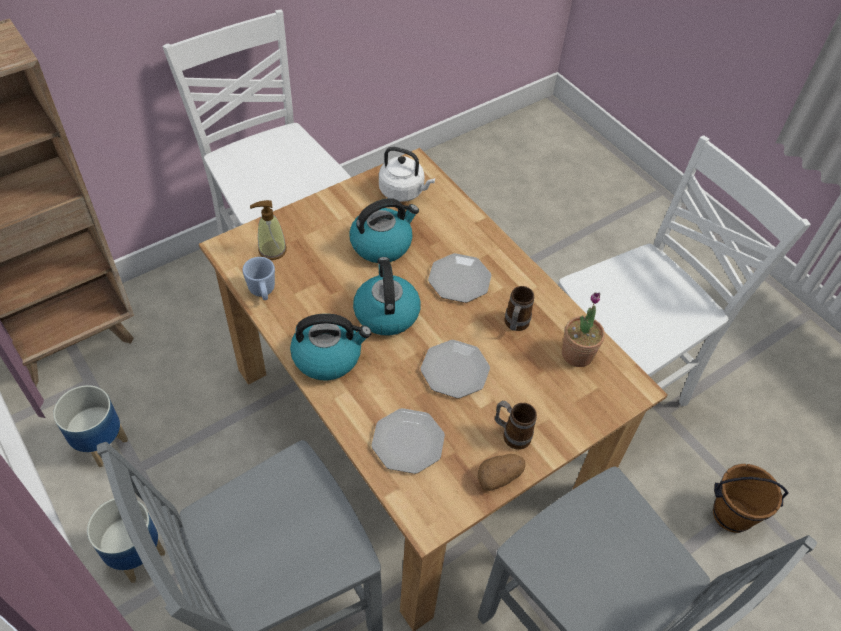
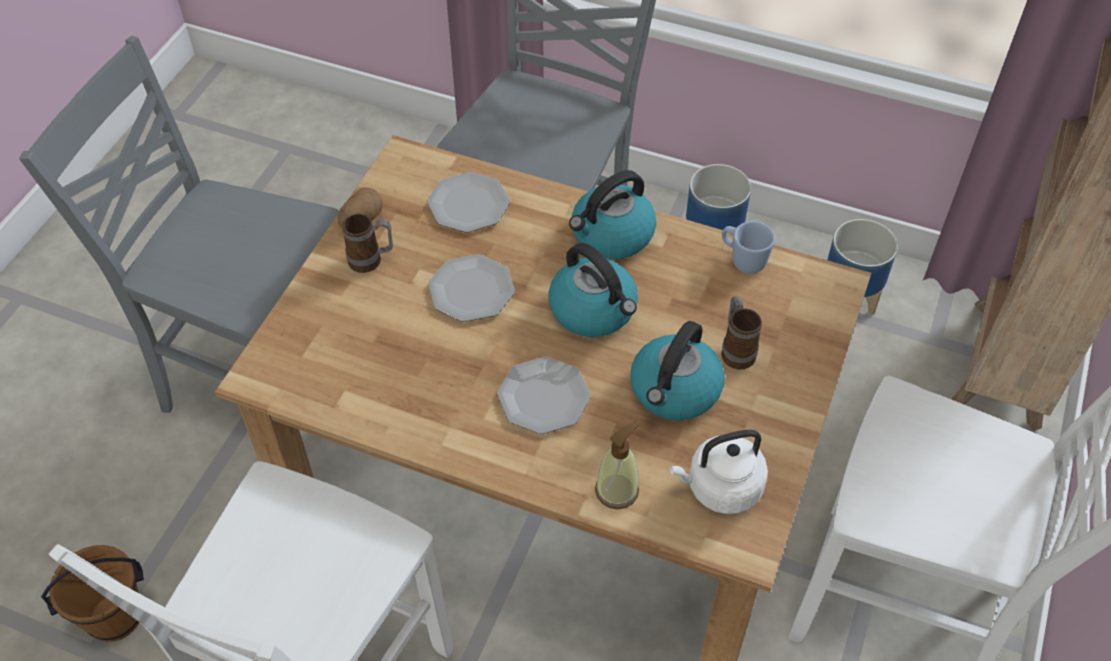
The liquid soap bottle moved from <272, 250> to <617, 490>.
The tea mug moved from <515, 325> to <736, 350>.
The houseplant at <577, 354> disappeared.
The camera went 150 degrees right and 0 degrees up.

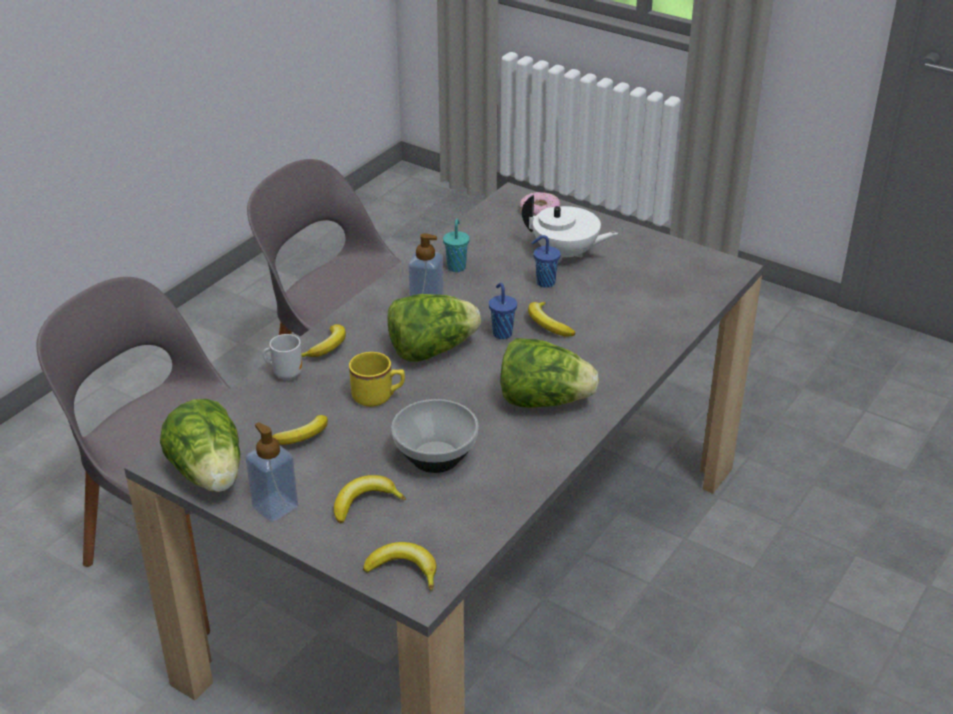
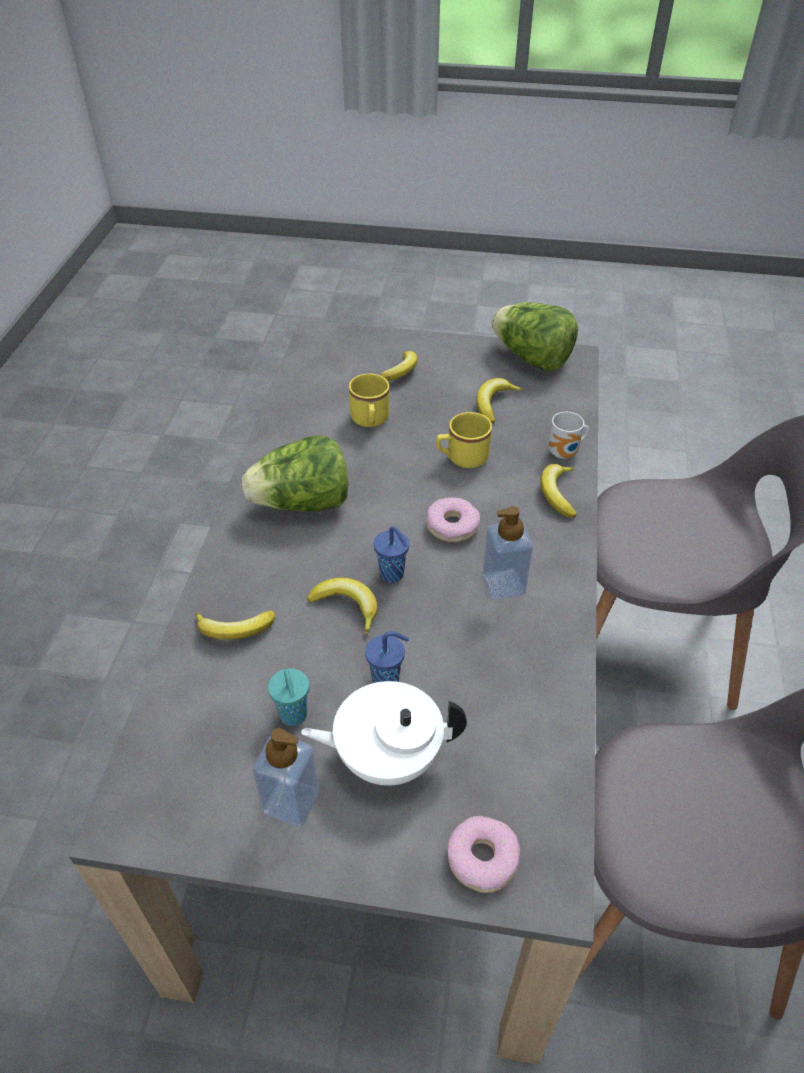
The banana fruit moved from <404, 570> to <235, 630>.
The liquid soap bottle moved from <275, 507> to <291, 802>.
The small cup/turquoise moved from <456, 267> to <293, 716>.
The bowl at <435, 457> was replaced by the tea mug/yellow-coloured at <370, 421>.
The lettuce head at <431, 350> was replaced by the ring doughnut at <452, 526>.
The camera went 155 degrees right and 10 degrees up.

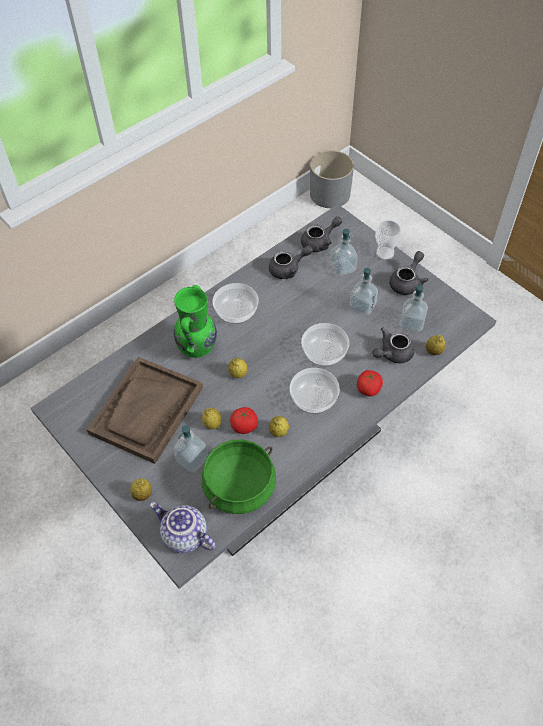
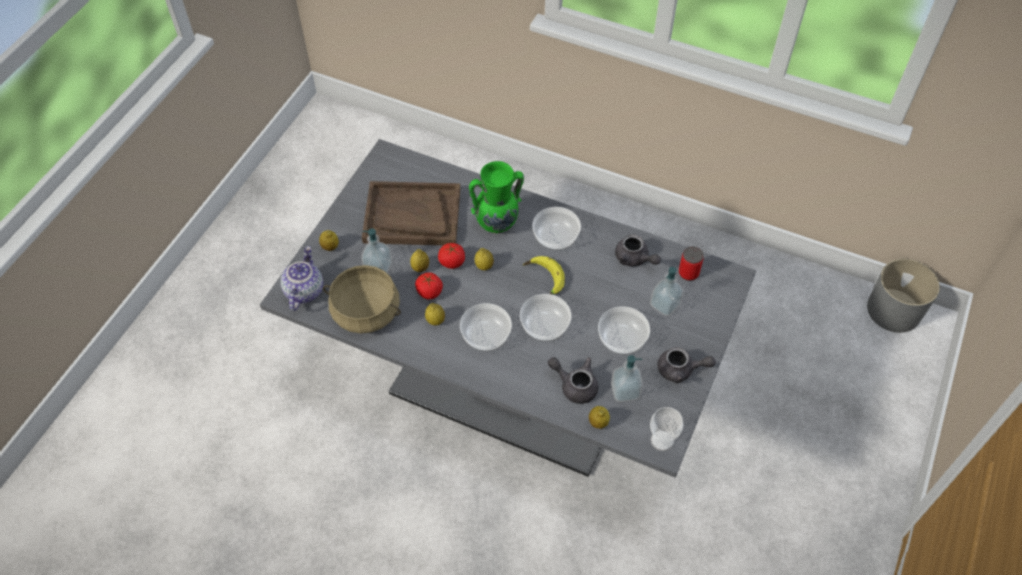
The stockpot/greenish at <240, 487> became the stockpot/beige at <365, 312>.
The fresh tomato moved from <368, 389> to <452, 262>.
The banana fruit at <543, 278> appeared.
The liquid soap bottle at <362, 306> was replaced by the bowl at <622, 339>.
The small cup moved from <385, 253> to <662, 440>.
The tea pot/gray at <320, 242> was replaced by the can at <688, 273>.
The camera went 65 degrees right and 0 degrees up.

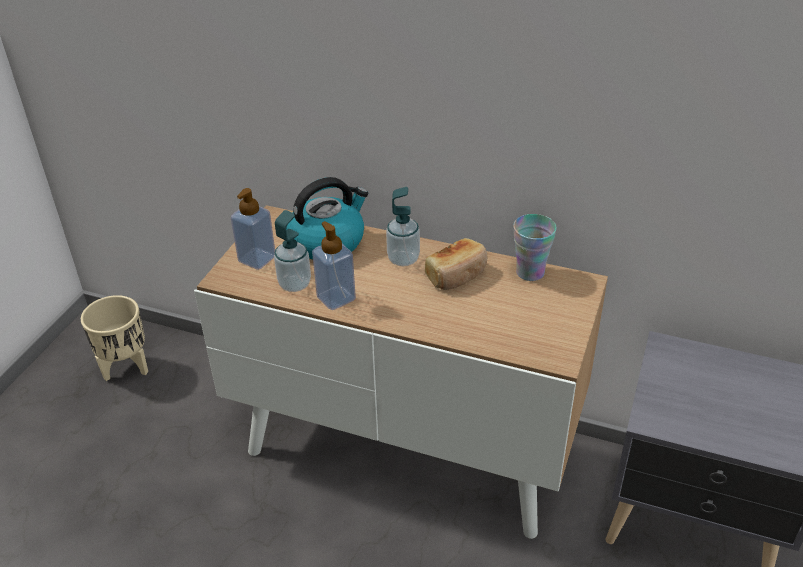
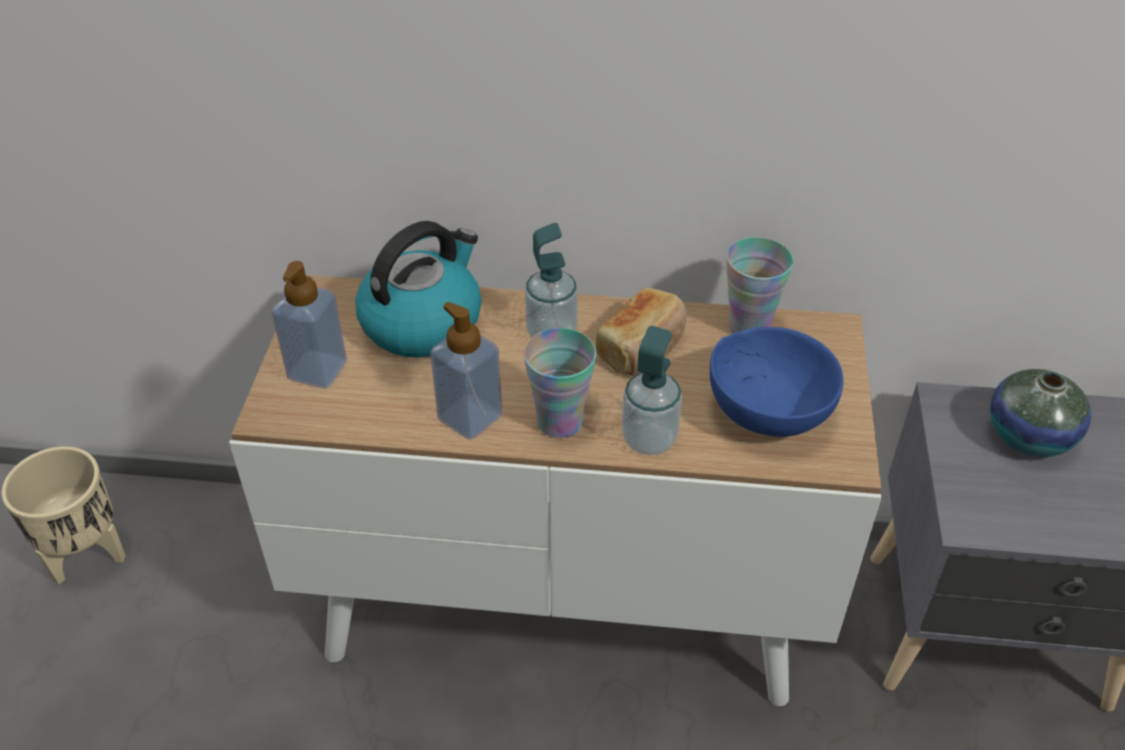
The small cup at <560, 421> appeared.
The liquid soap bottle moved from <294, 284> to <649, 439>.
The bowl/bluish at <766, 409> appeared.
The vase at <1029, 436> appeared.
The camera went 15 degrees left and 5 degrees up.

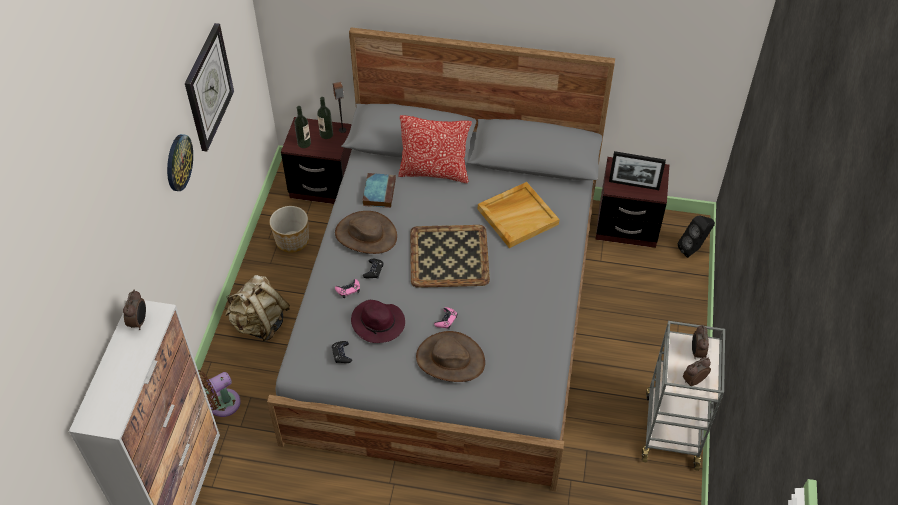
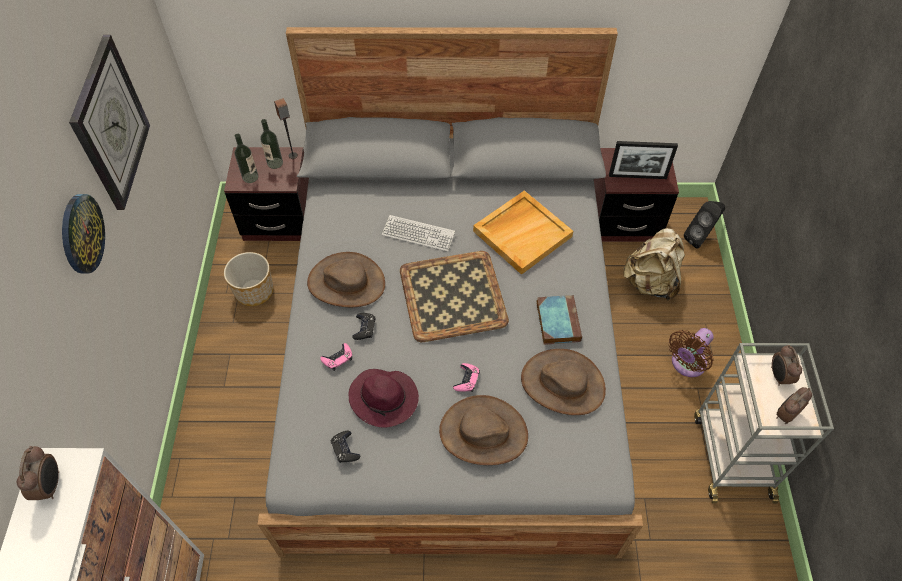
The PC keyboard at <418, 234> appeared.
The wearable hat/brown-coloured at <563, 384> appeared.
The volume moved from <379, 192> to <557, 321>.
The knapsack/beige moved from <260, 324> to <650, 282>.
The electric fan/brown-coloured moved from <220, 405> to <686, 364>.
The cushion at <434, 172> disappeared.
The camera went 10 degrees left and 5 degrees up.

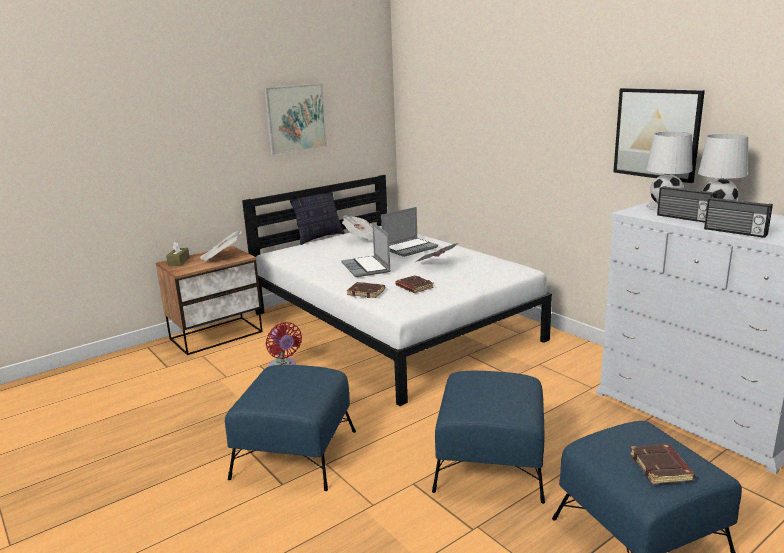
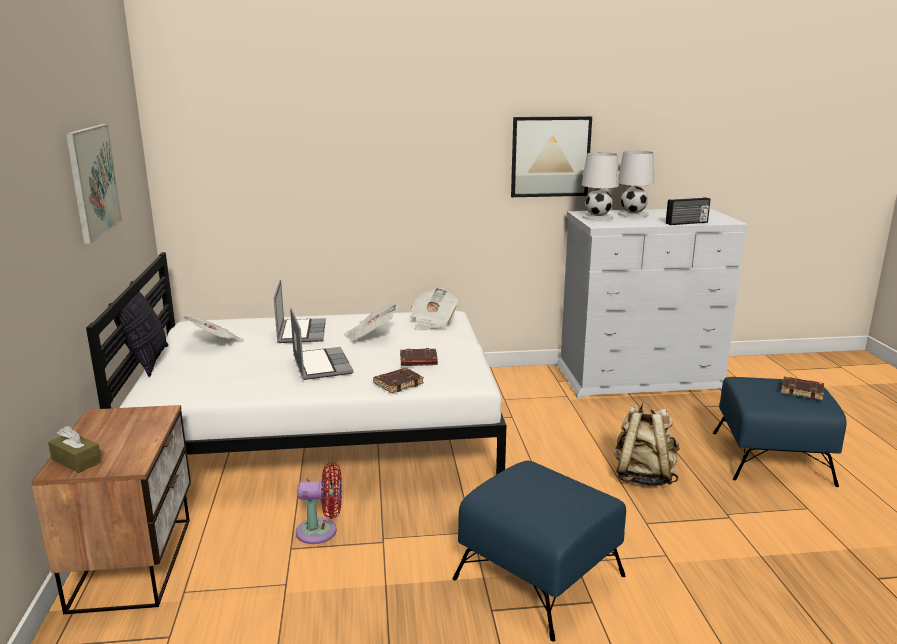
The portable computer at <366, 268> turned 120 degrees counterclockwise.
The daily paper moved from <221, 257> to <433, 323>.
The footrest/bluish at <491, 463> was replaced by the knapsack/beige at <643, 476>.
The radio set at <683, 218> disappeared.
The camera went 60 degrees left and 0 degrees up.

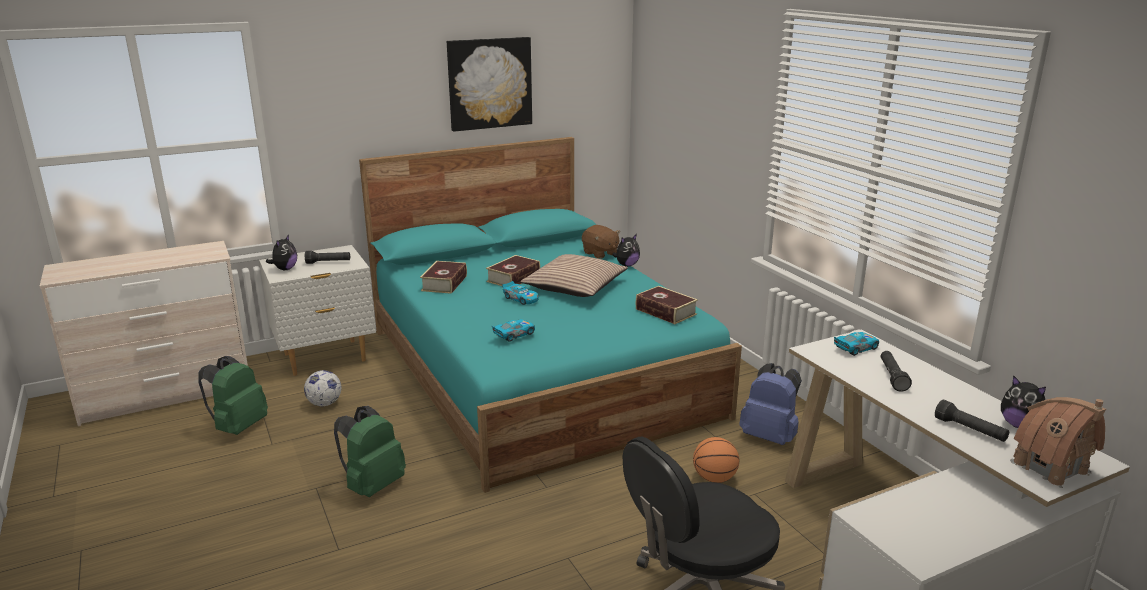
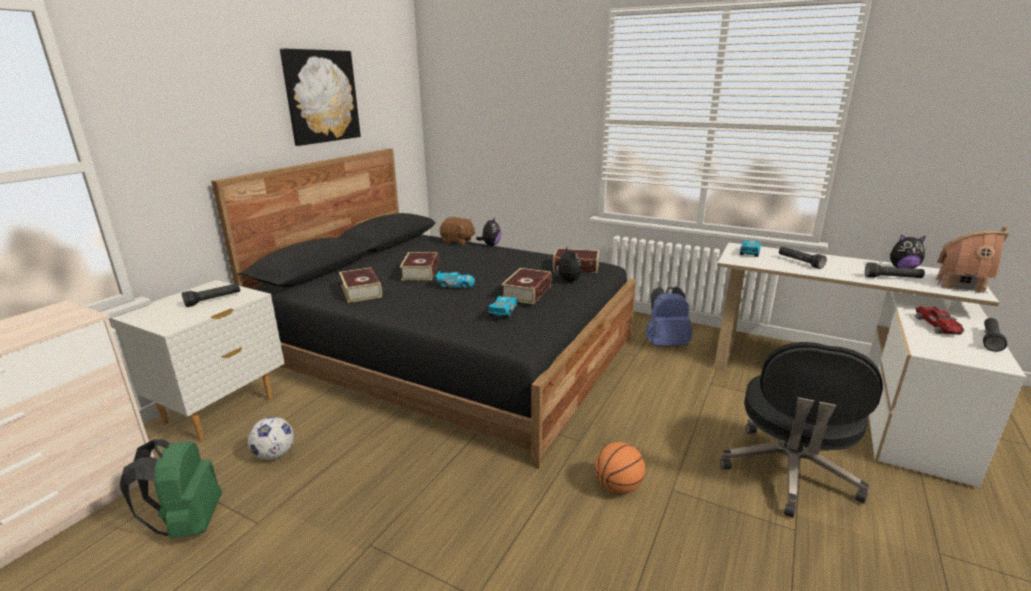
The bedroom bed/turquoise at <538, 371> became the bedroom bed/blackish at <450, 353>.
The volume at <527, 292> appeared.
The cuddly toy moved from <285, 269> to <567, 281>.
The basketball ball moved from <714, 478> to <618, 487>.
The toy car at <937, 326> appeared.
The torch/blackish at <990, 340> appeared.
The knapsack/greenish at <372, 485> disappeared.
The cushion at <574, 286> disappeared.
The camera went 35 degrees left and 0 degrees up.

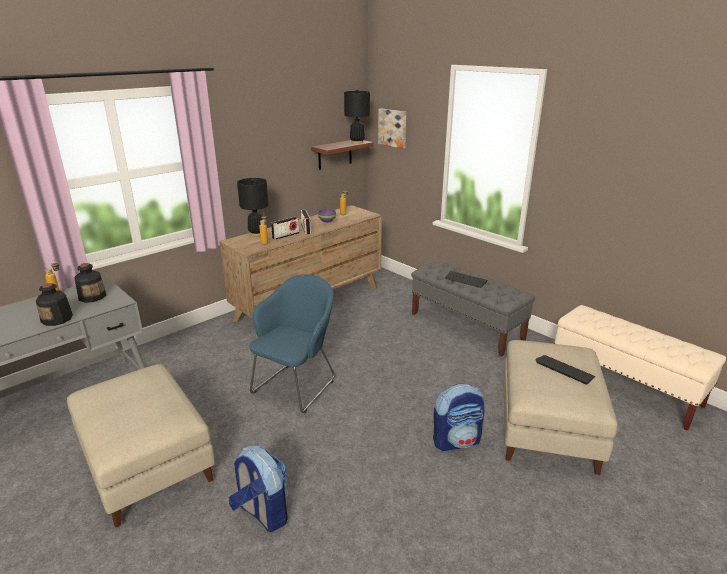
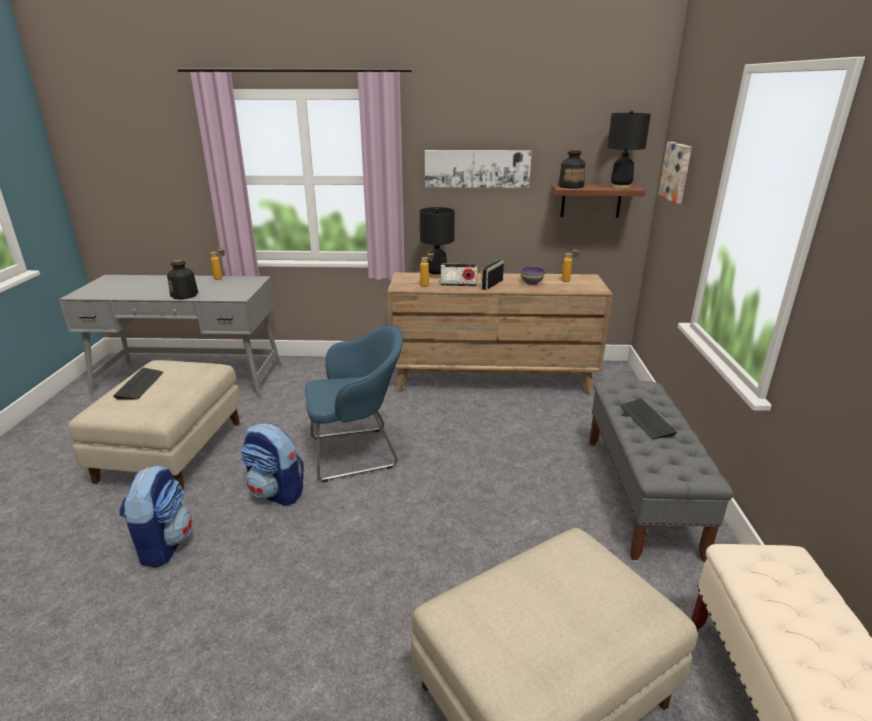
The PC keyboard moved from <564, 369> to <140, 385>.
The knapsack moved from <456, 441> to <277, 492>.
The picture at <477, 168> appeared.
The bottle moved from <92, 297> to <571, 186>.
The camera went 45 degrees right and 0 degrees up.

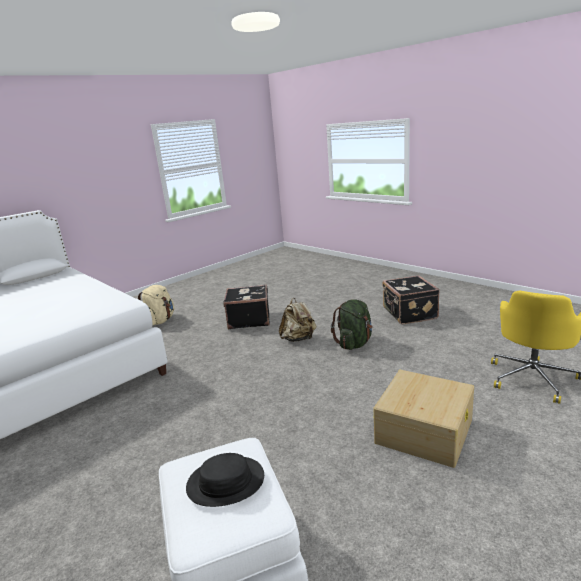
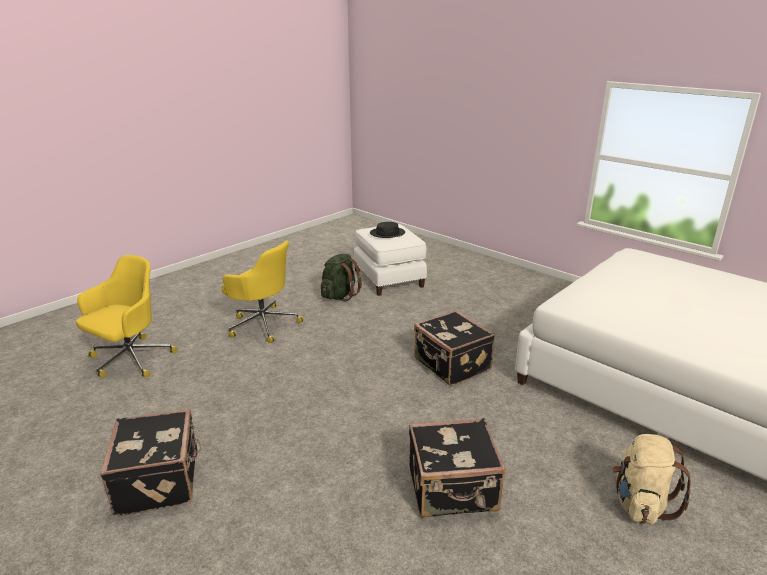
The storage box/beige at <424, 430> was replaced by the computer chair/yellow-coloured at <263, 324>.
The knapsack/greenish moved from <354, 343> to <339, 295>.
The travel case/blackish at <451, 365> appeared.
The knapsack/beige at <298, 339> disappeared.
The camera went 175 degrees right and 5 degrees up.

